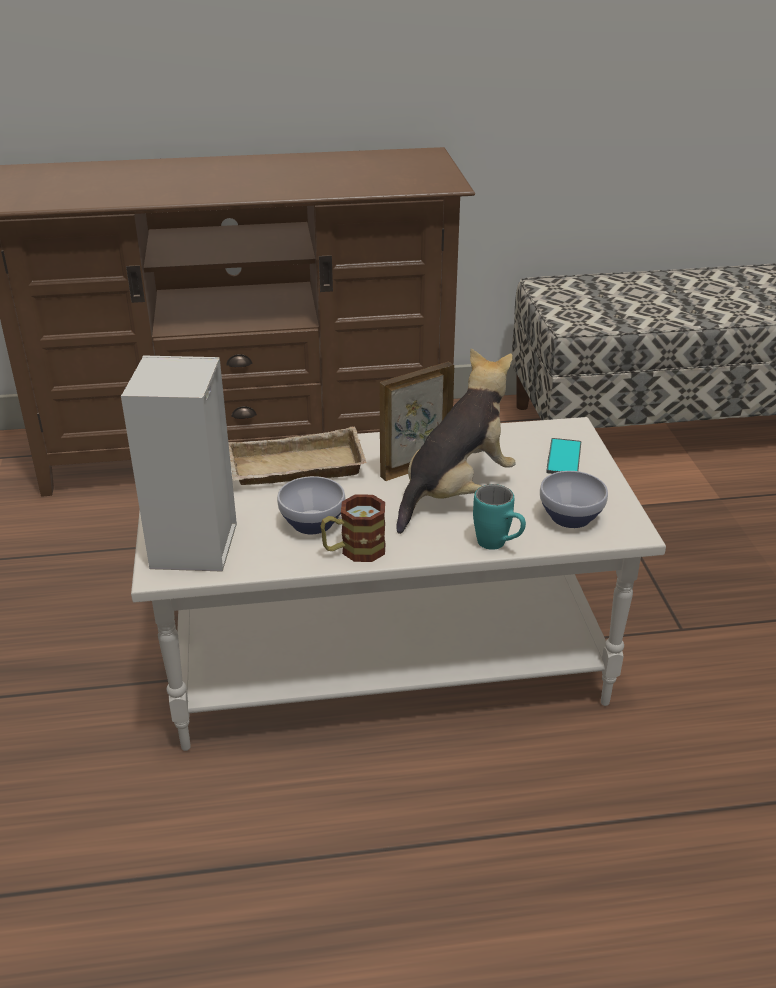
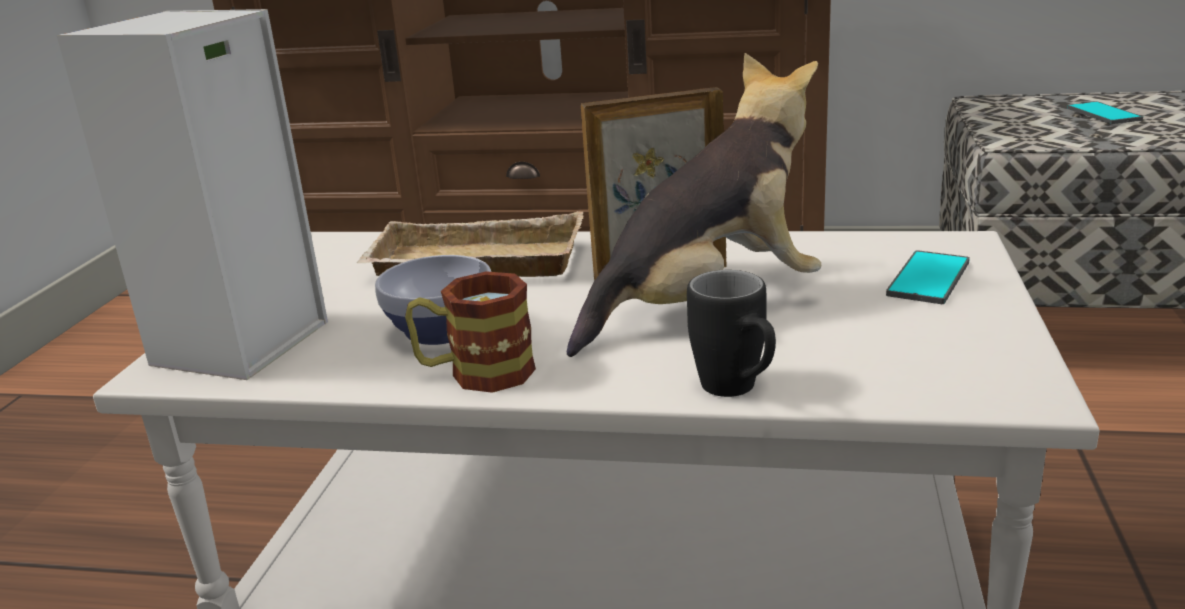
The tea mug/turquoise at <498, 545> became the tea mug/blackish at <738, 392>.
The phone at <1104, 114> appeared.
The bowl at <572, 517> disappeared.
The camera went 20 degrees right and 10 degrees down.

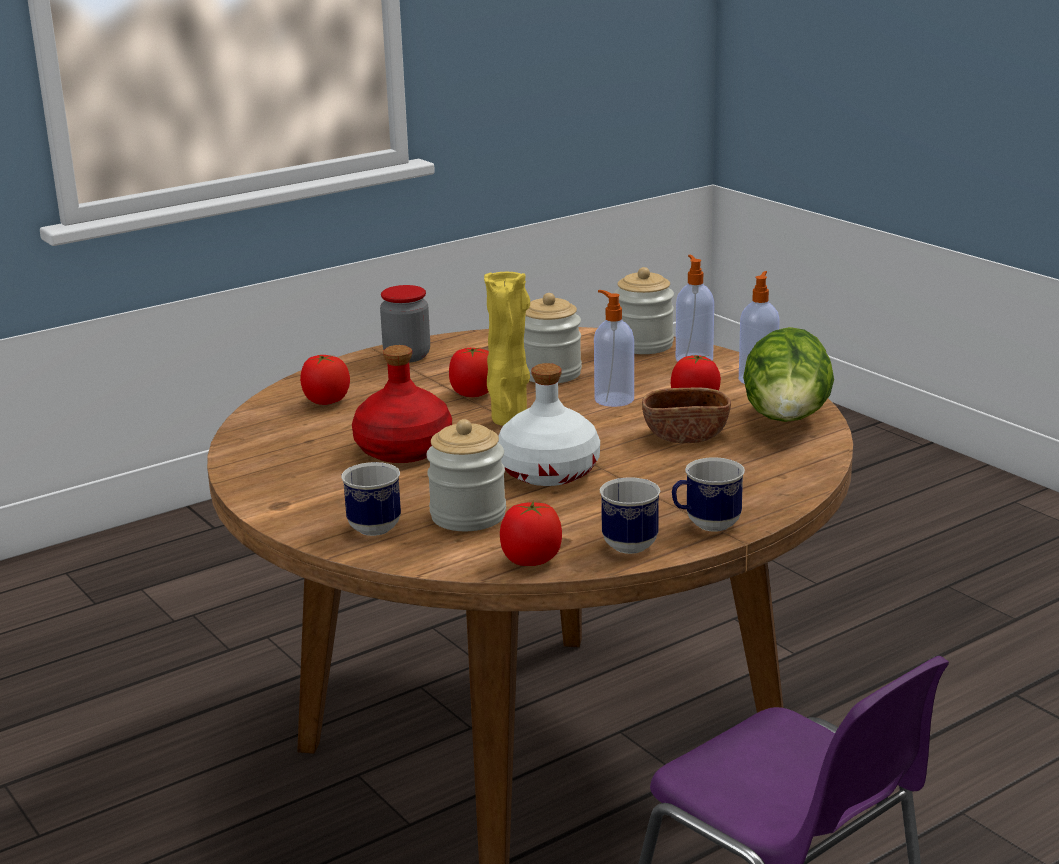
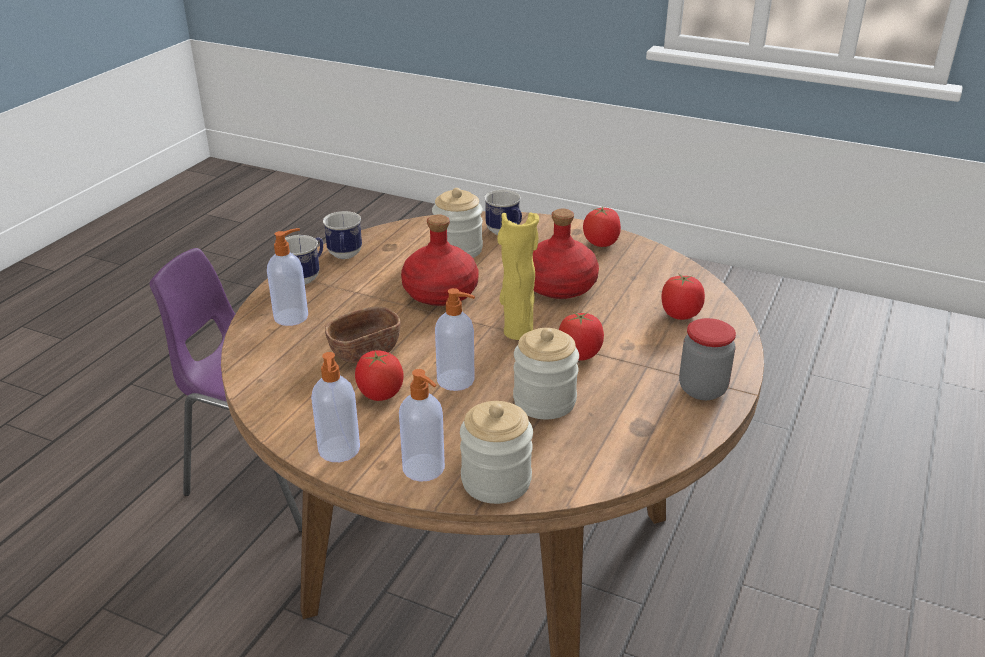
The liquid soap bottle at <292, 316> appeared.
The bottle/white at <550, 472> became the bottle/red at <439, 292>.
The fresh tomato moved from <531, 560> to <601, 243>.
The lettuce head at <787, 422> disappeared.
The camera went 150 degrees right and 10 degrees up.

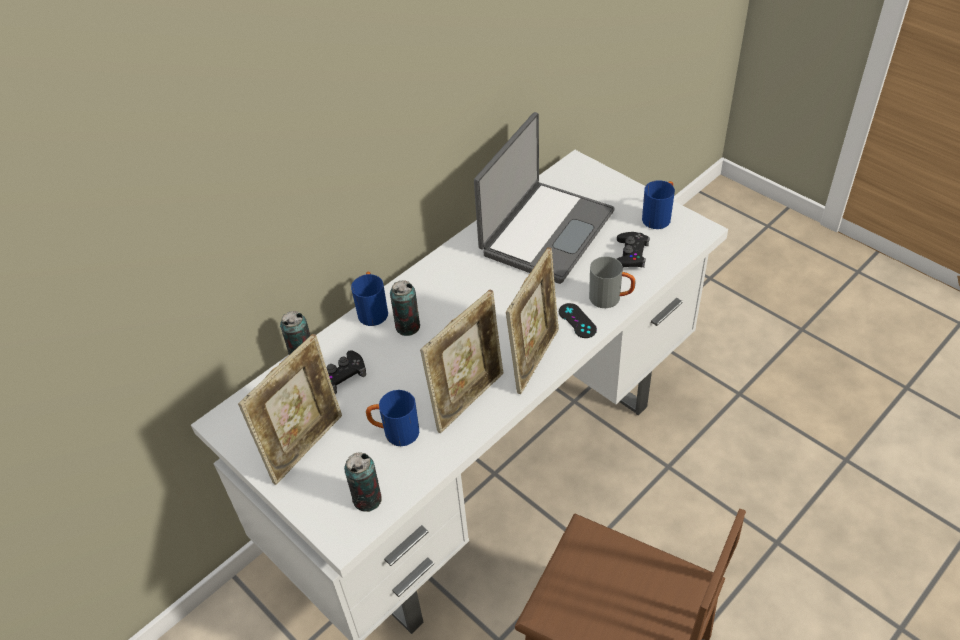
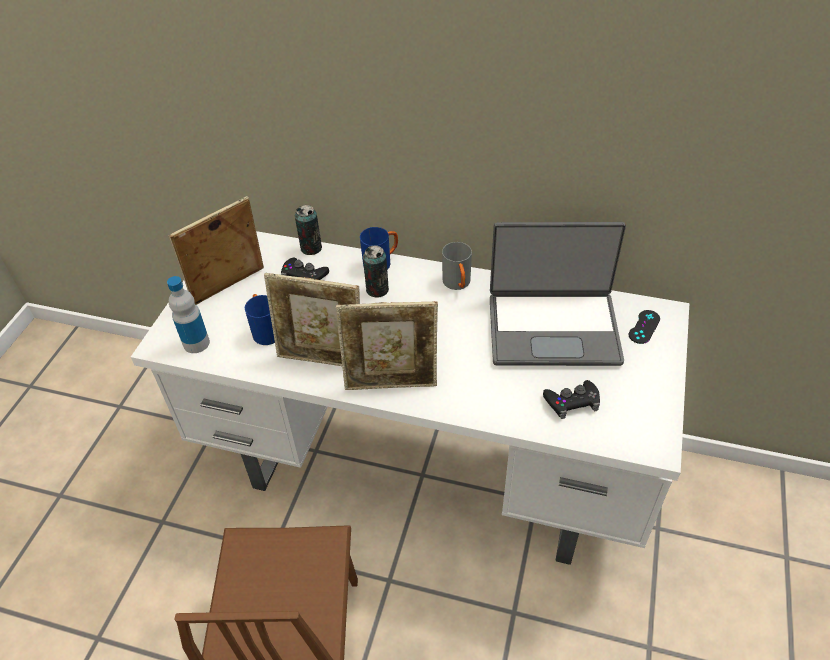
The can at <367, 499> was replaced by the bottle at <196, 343>.
The picture frame at <306, 446> turned 135 degrees clockwise.
The tea mug/gray moved from <611, 299> to <458, 285>.
The joypad/blackish moved from <577, 321> to <644, 327>.
The tea mug/bluish at <659, 217> disappeared.
The camera went 60 degrees right and 0 degrees up.

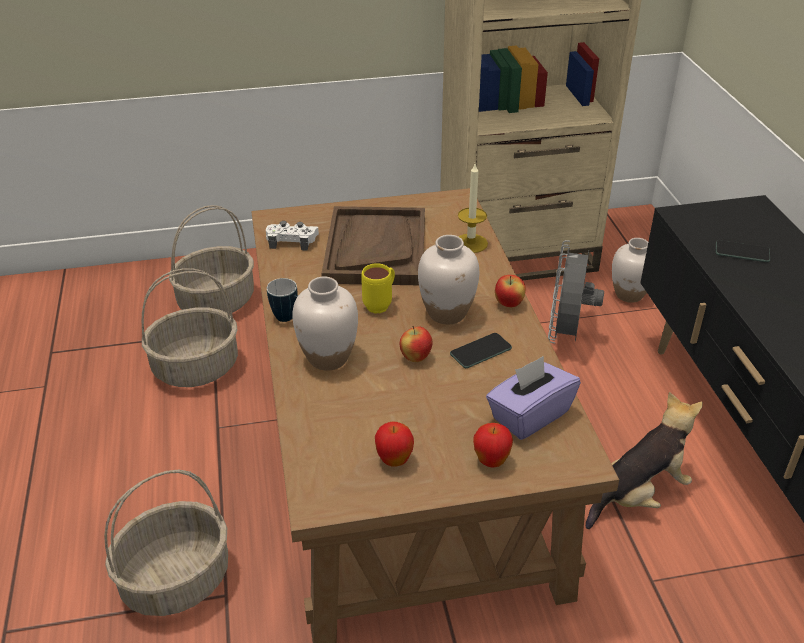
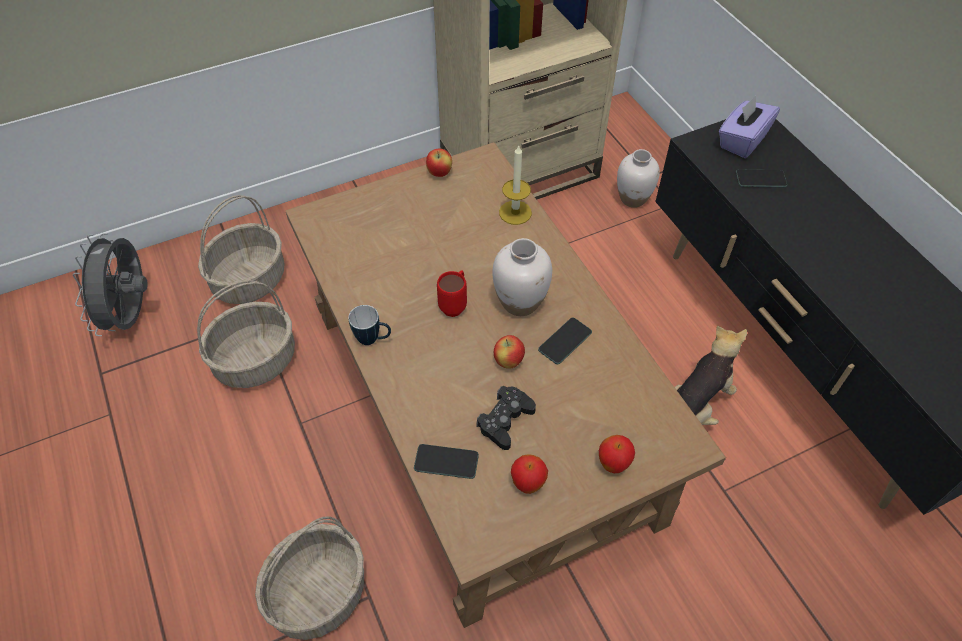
The electric fan/gray moved from <567, 334> to <132, 315>.
The phone at <446, 462> appeared.
The apple moved from <509, 304> to <439, 173>.
The tea mug/yellow-coloured at <381, 304> became the tea mug/red at <455, 304>.
The joypad/blackish at <505, 420> appeared.
The tissue holder/purplish moved from <529, 415> to <742, 140>.
The joypad/white at <292, 240> disappeared.
The vase/white at <327, 358> disappeared.
The carrying tray/brown-coloured at <375, 248> disappeared.
The camera went 15 degrees left and 15 degrees up.

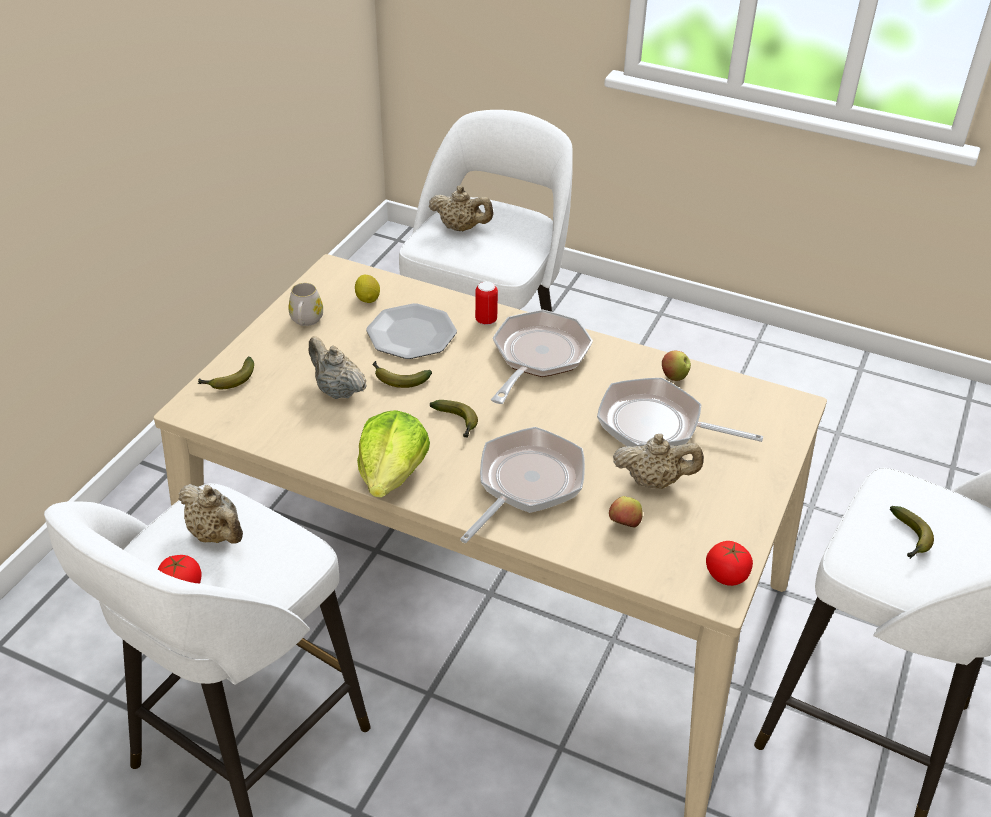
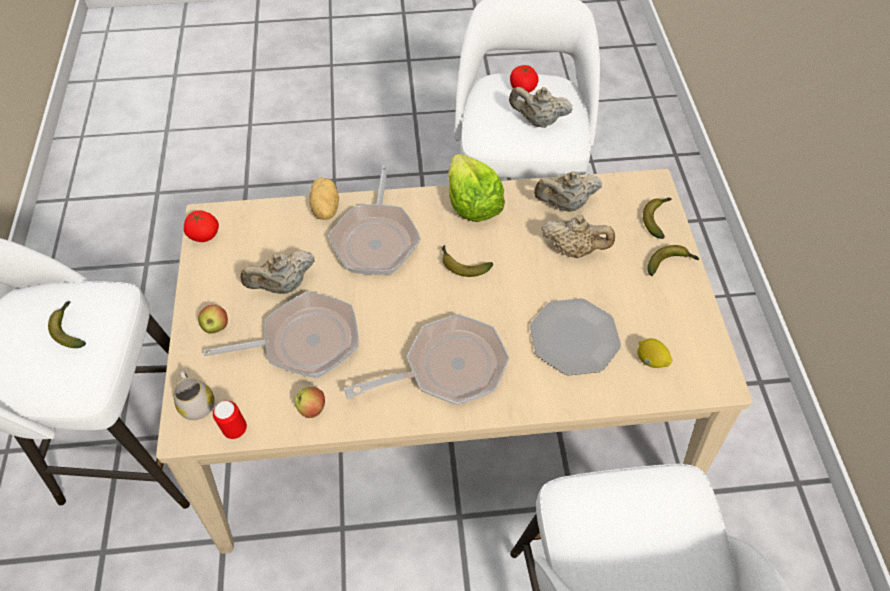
The tea mug/white moved from <306, 321> to <196, 402>.
The apple moved from <624, 524> to <216, 327>.
The can moved from <486, 320> to <235, 429>.
The potato at <324, 209> appeared.
The pan at <537, 357> turned 105 degrees counterclockwise.
The tea pot/beige moved from <461, 228> to <565, 205>.
The banana fruit moved from <398, 379> to <670, 263>.
The camera went 150 degrees right and 15 degrees up.

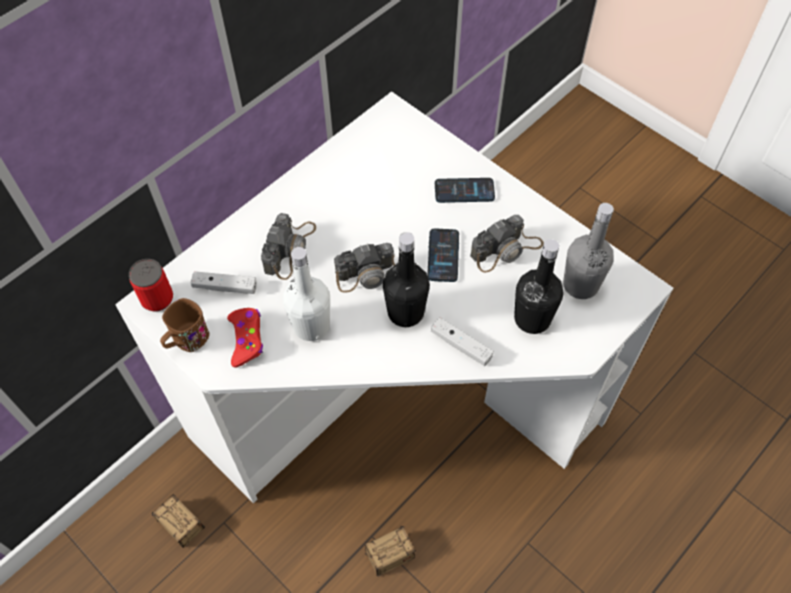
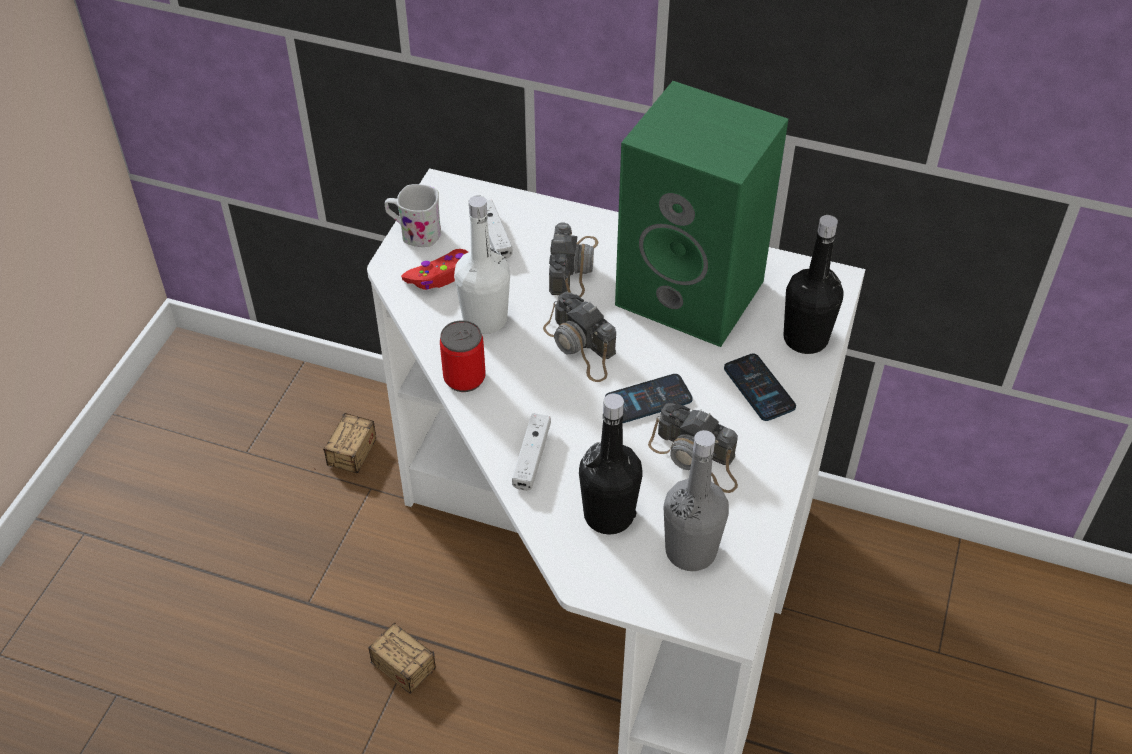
The tea mug/brown-coloured at <186, 341> became the tea mug/white at <414, 233>.
The can moved from <157, 299> to <464, 378>.
The photo camera at <290, 248> turned 75 degrees counterclockwise.
The speaker/greenish at <694, 292> appeared.
The bottle/blackish moved from <405, 312> to <805, 339>.
The camera went 65 degrees right and 10 degrees down.

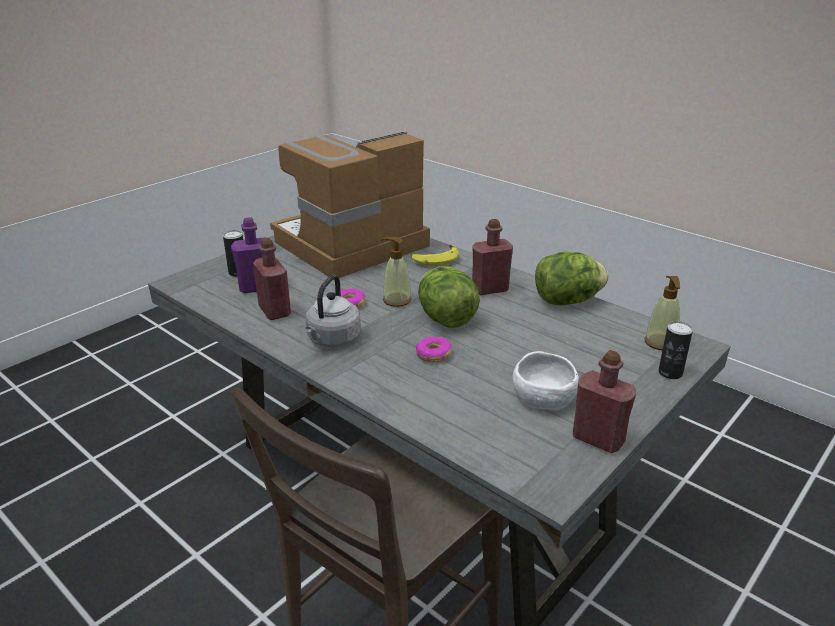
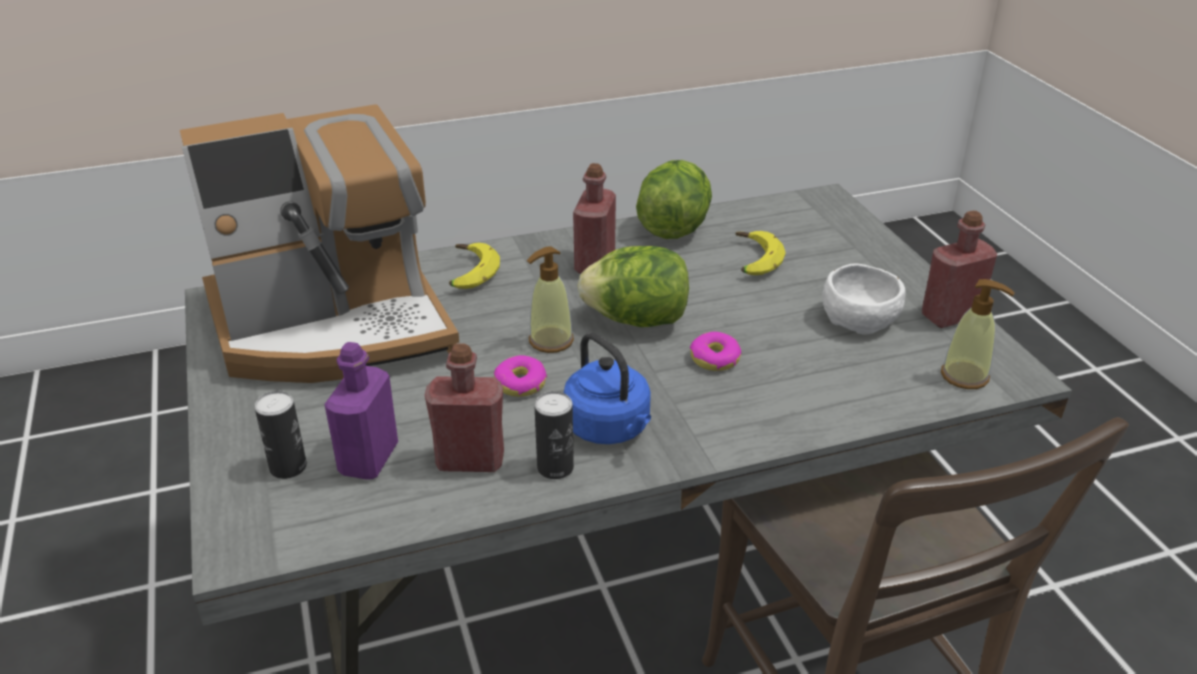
The coffee maker at <350, 245> turned 105 degrees counterclockwise.
The can moved from <670, 373> to <555, 467>.
The tea kettle/gray at <332, 340> became the tea kettle/bluish at <610, 429>.
The banana fruit at <752, 260> appeared.
The liquid soap bottle moved from <660, 343> to <965, 376>.
The camera went 60 degrees left and 5 degrees up.

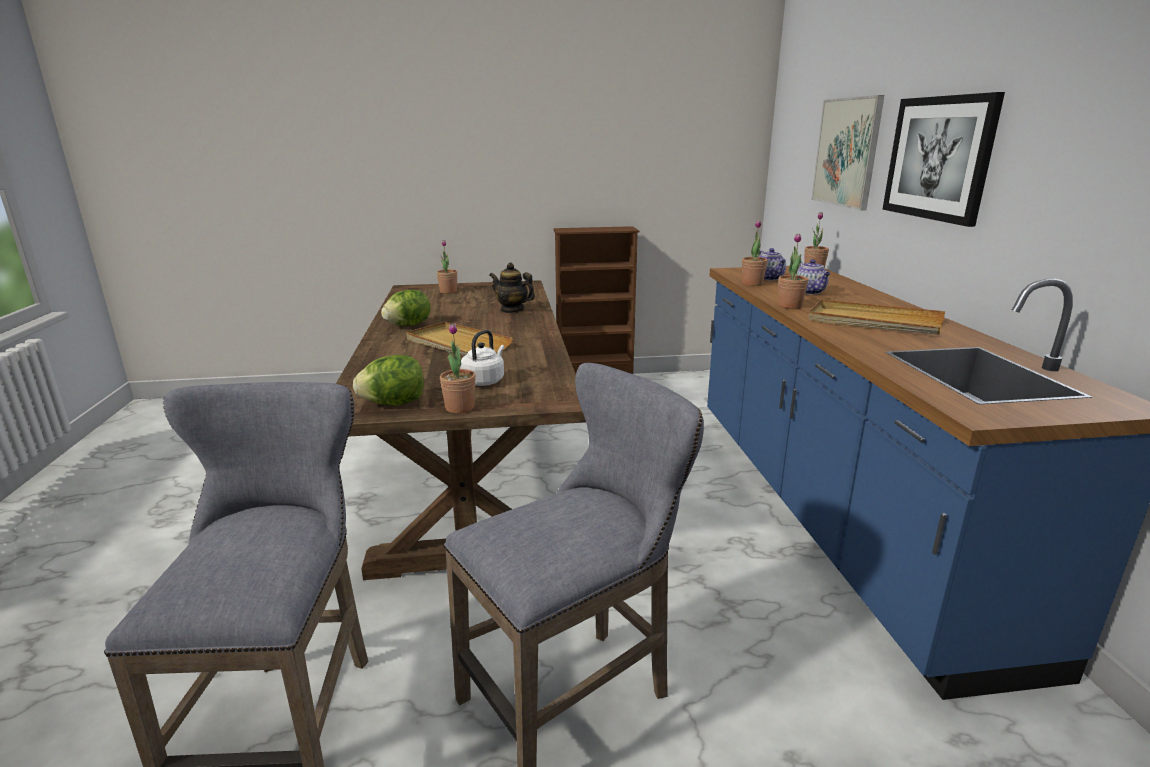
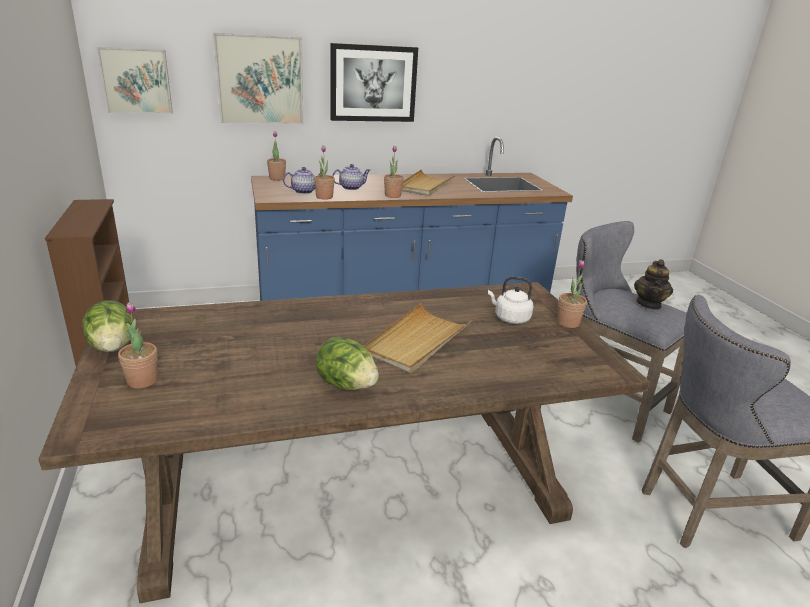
The lettuce head moved from <394, 403> to <113, 347>.
The picture at <136, 81> appeared.
The tea pot moved from <512, 310> to <649, 304>.
The camera went 100 degrees left and 5 degrees up.

